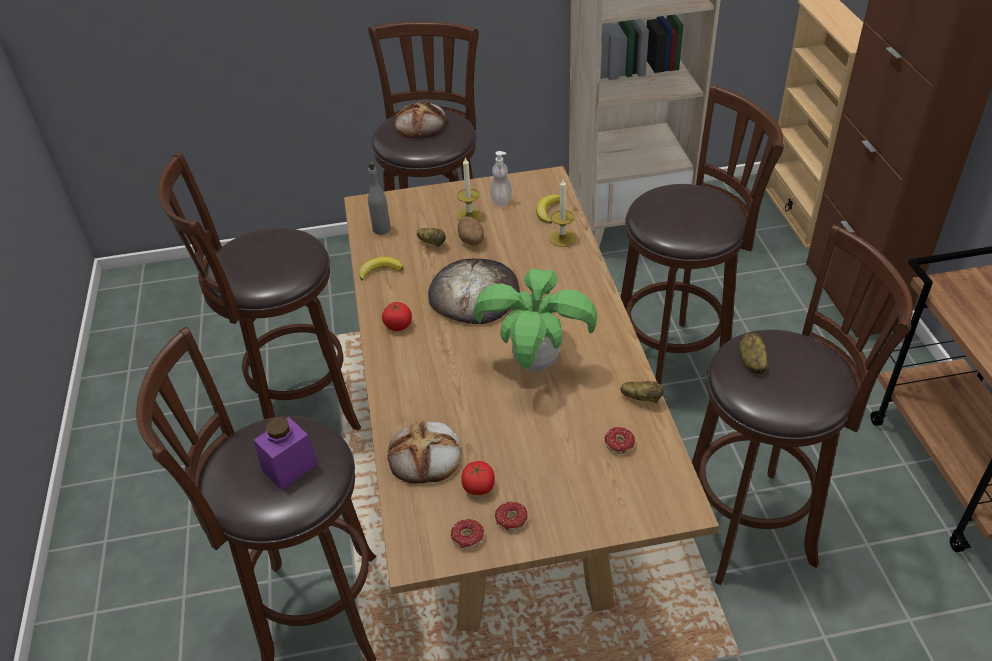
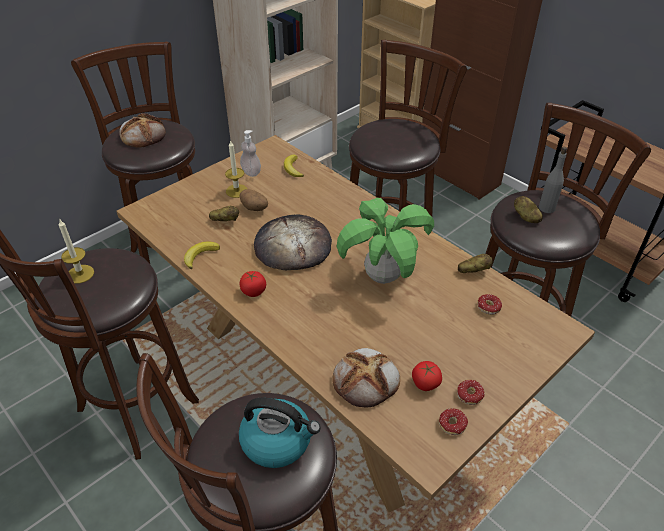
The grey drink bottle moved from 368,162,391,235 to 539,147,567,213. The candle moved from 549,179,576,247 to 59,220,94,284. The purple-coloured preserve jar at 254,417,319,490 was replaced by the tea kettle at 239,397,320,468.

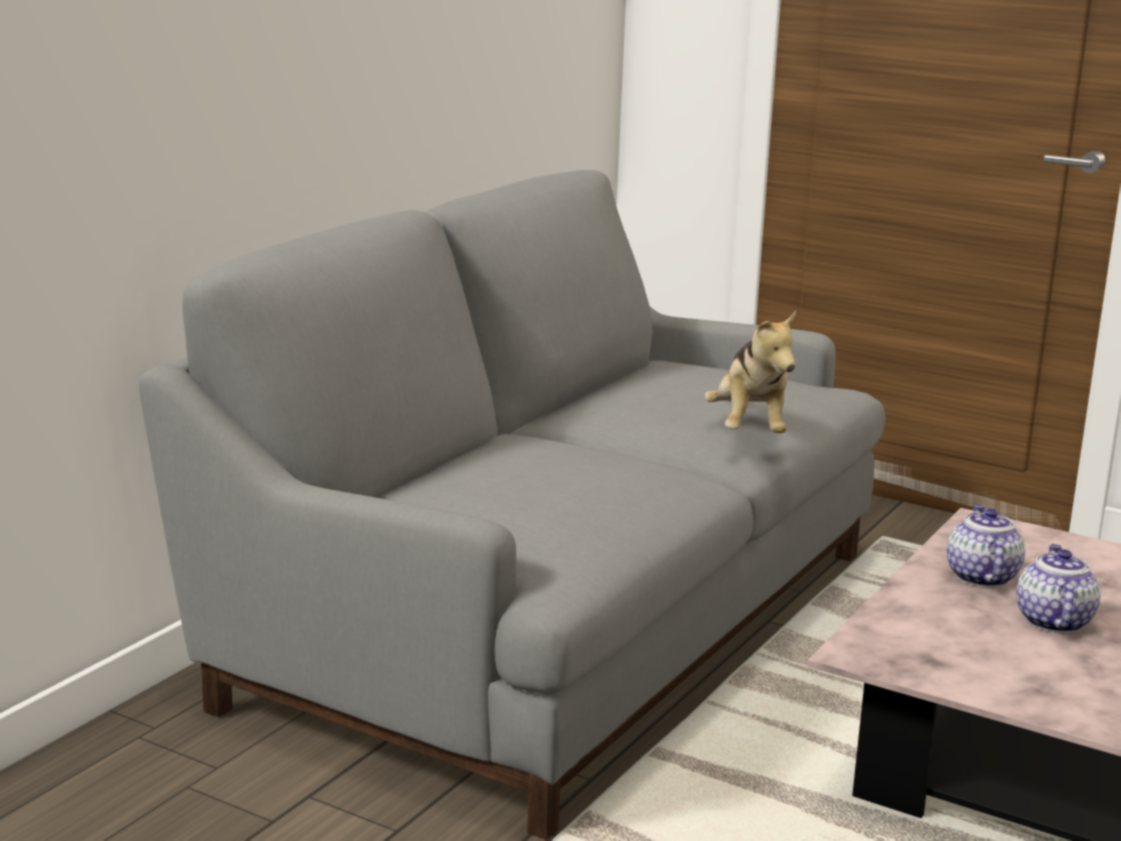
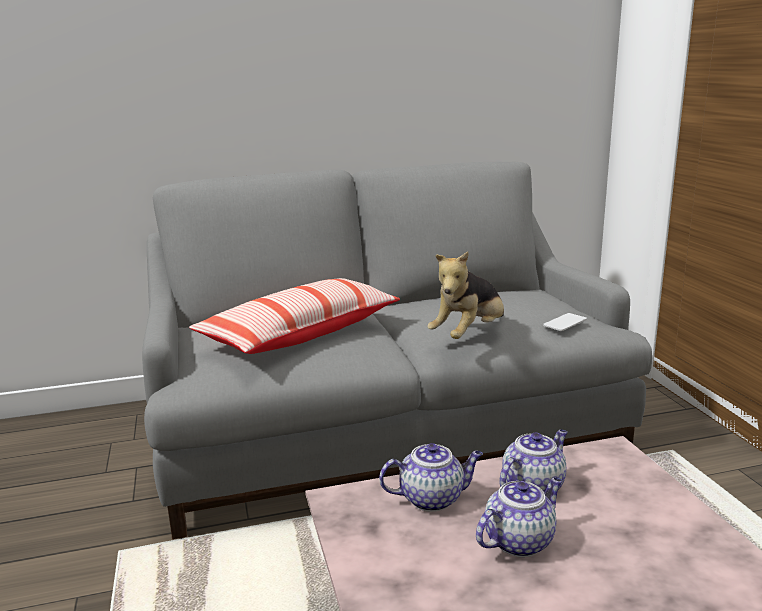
The cushion at 189,278,400,354 appeared. The pot for tea at 379,443,483,512 appeared. The phone at 543,313,587,331 appeared.

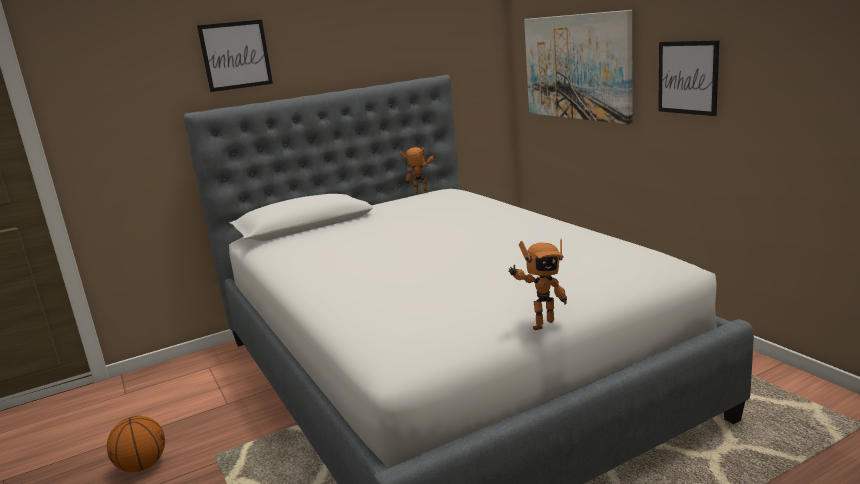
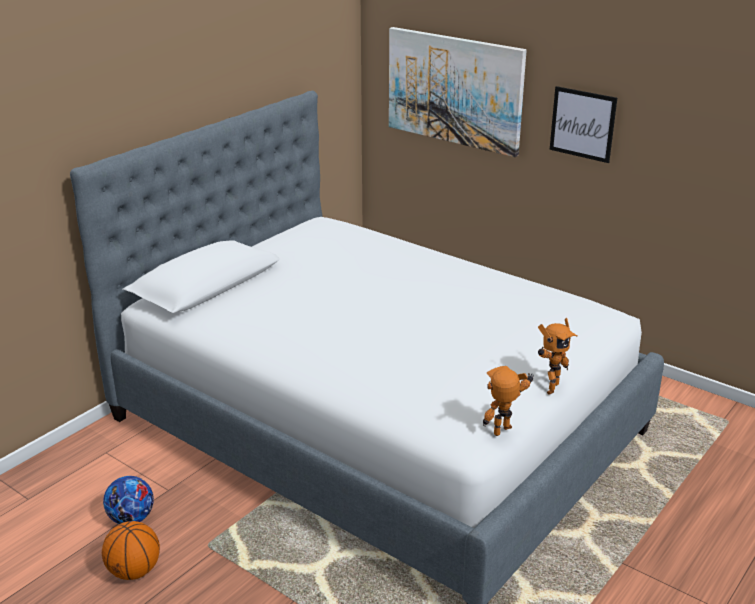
The wall picture at 197,20,273,92 disappeared. The ball for football at 103,476,154,524 appeared. The toy robot moved from 399,147,437,193 to 483,366,534,436.

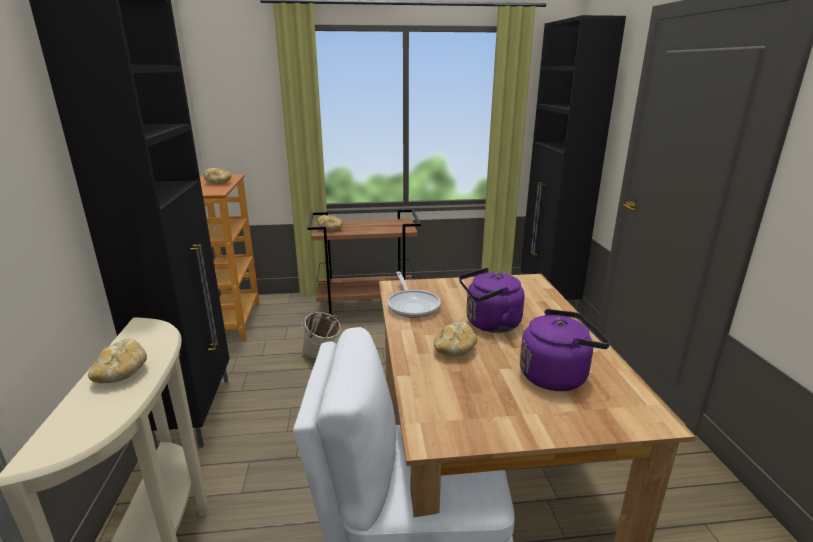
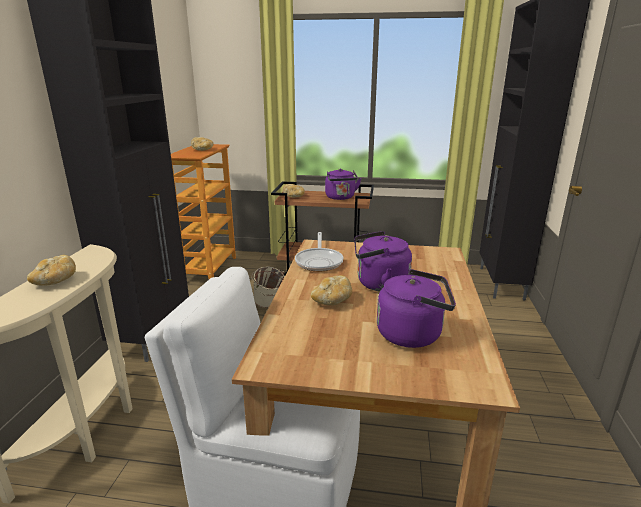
The purple-coloured tea kettle at 325,168,362,200 appeared.

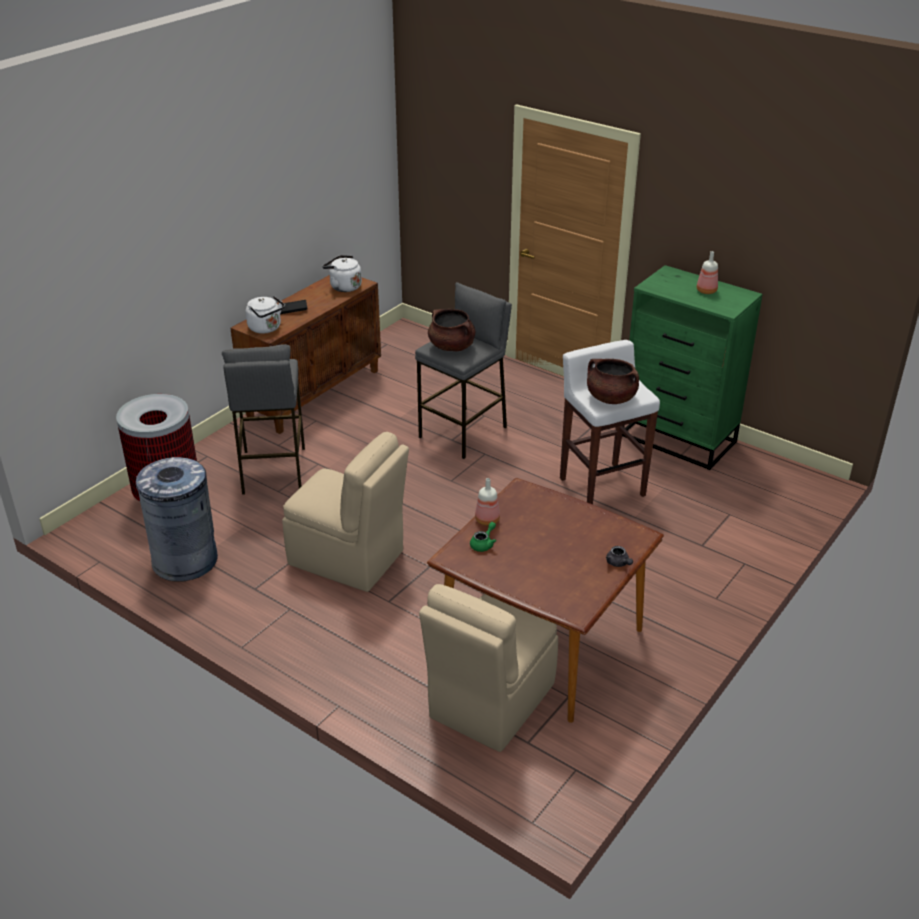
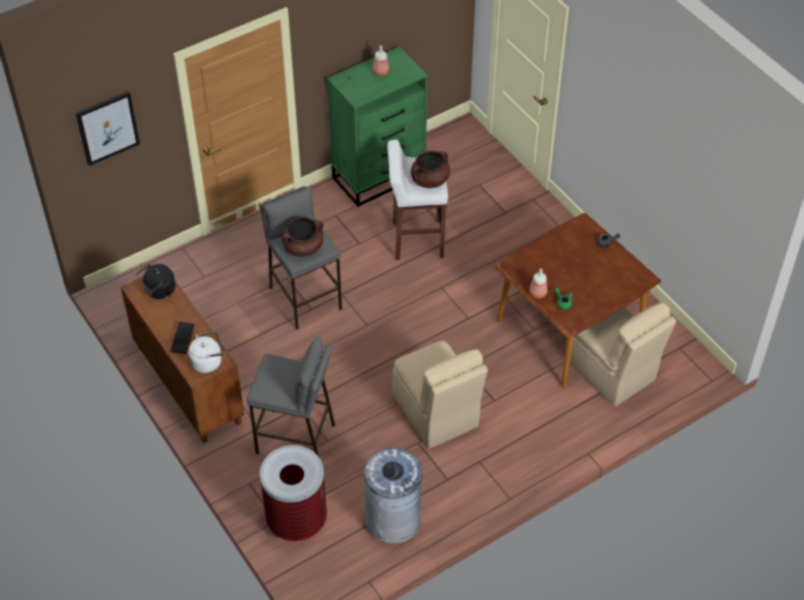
The wall picture at 76,91,140,166 appeared. The white-coloured tea kettle at 323,255,362,292 became the black-coloured tea kettle at 136,264,175,299. The sand-coloured plain chair at 282,432,409,592 turned 105 degrees clockwise.

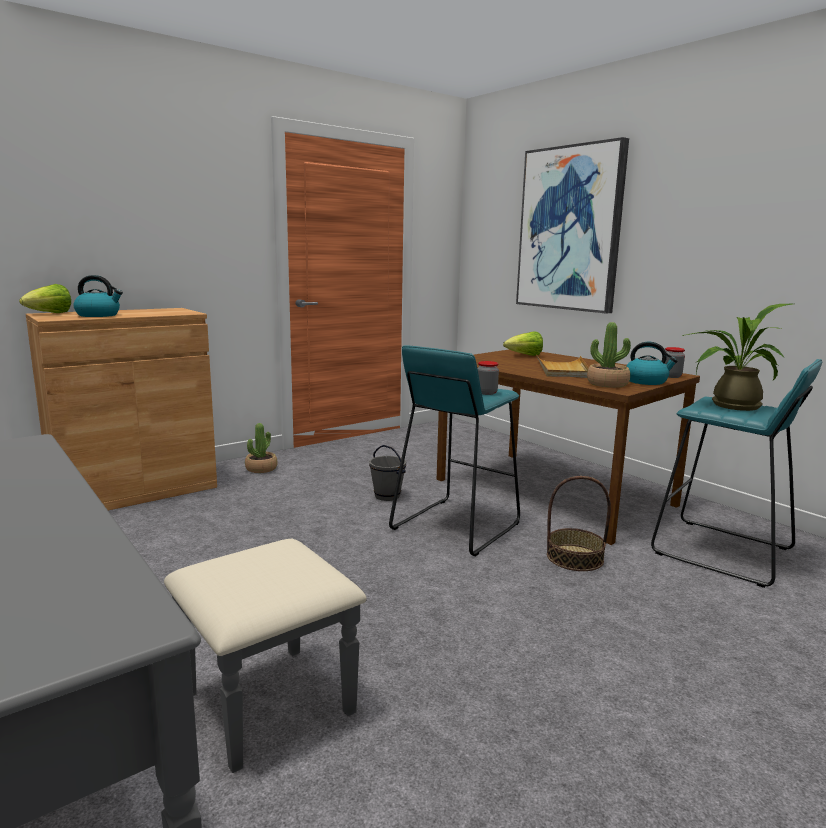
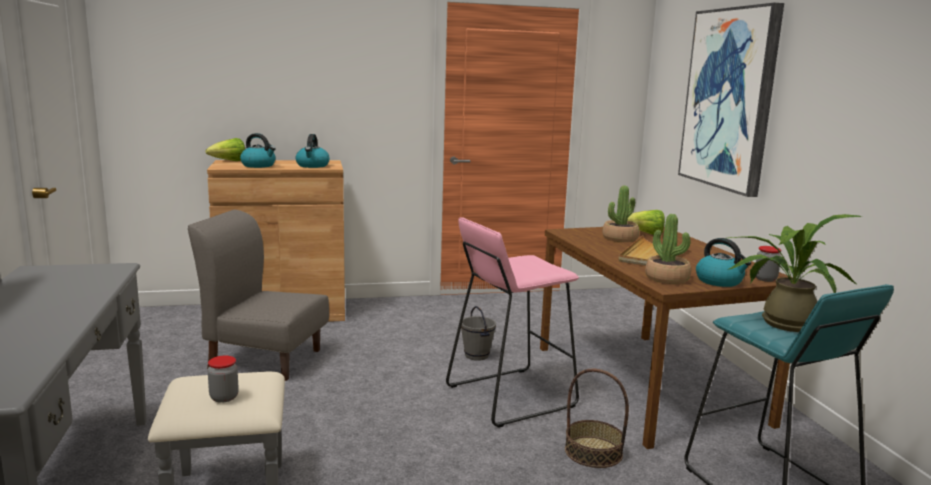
The grey plain chair at 188,210,329,381 appeared. The tea kettle at 295,134,330,168 appeared. The plant in a pot moved from 245,423,278,473 to 602,185,639,242. The preserve jar moved from 477,361,499,395 to 208,356,239,403. The turquoise-coloured sitting stool at 389,345,520,557 became the pink-coloured sitting stool at 446,217,579,428.

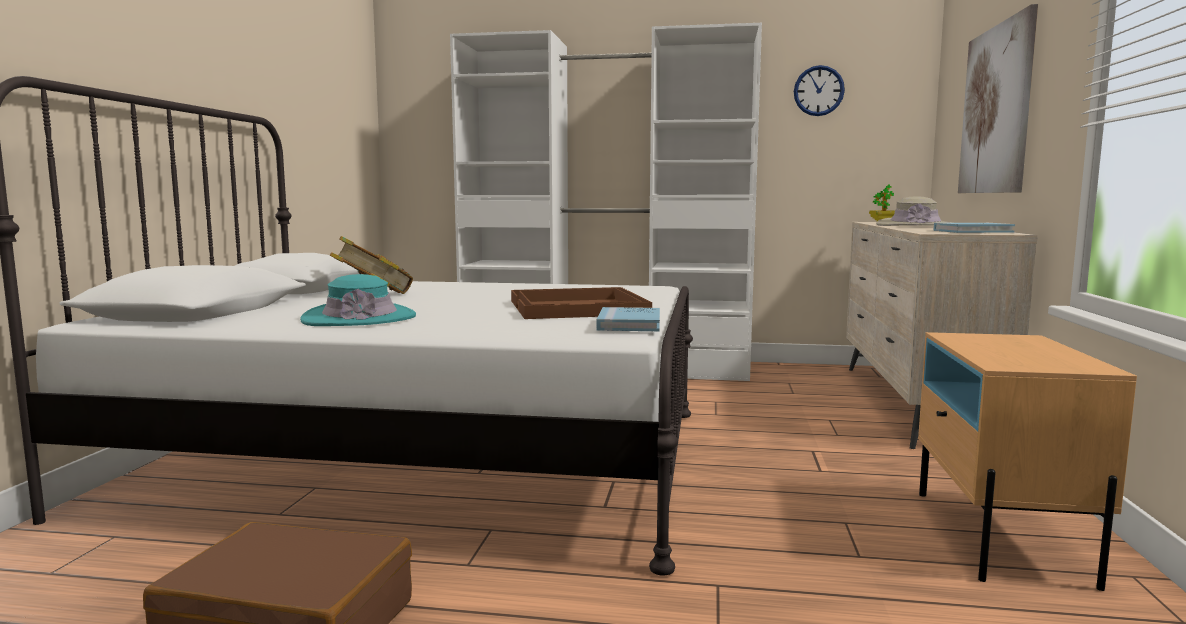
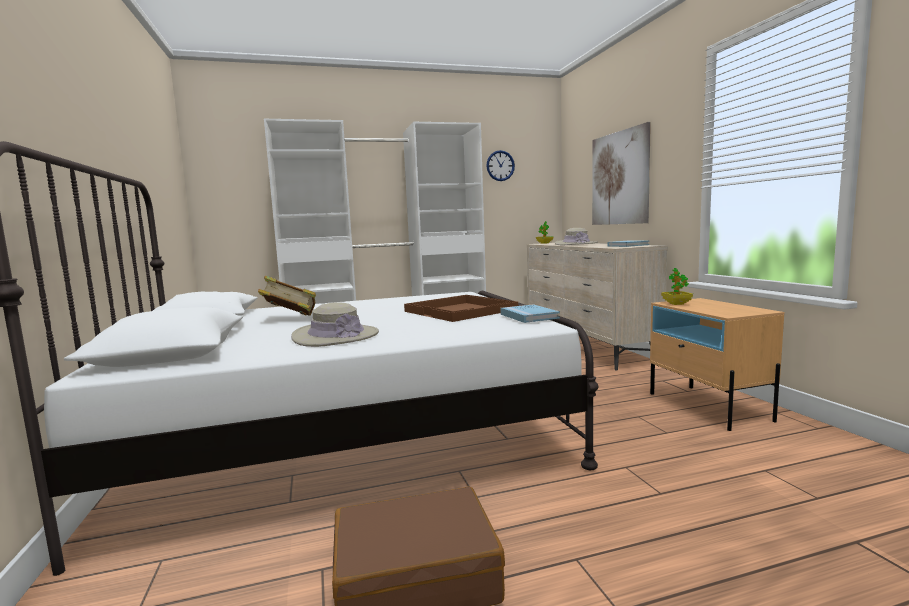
The plant in a pot at 661,268,693,305 appeared. The turquoise-coloured hat at 300,274,416,326 became the sand-coloured hat at 291,302,379,347.

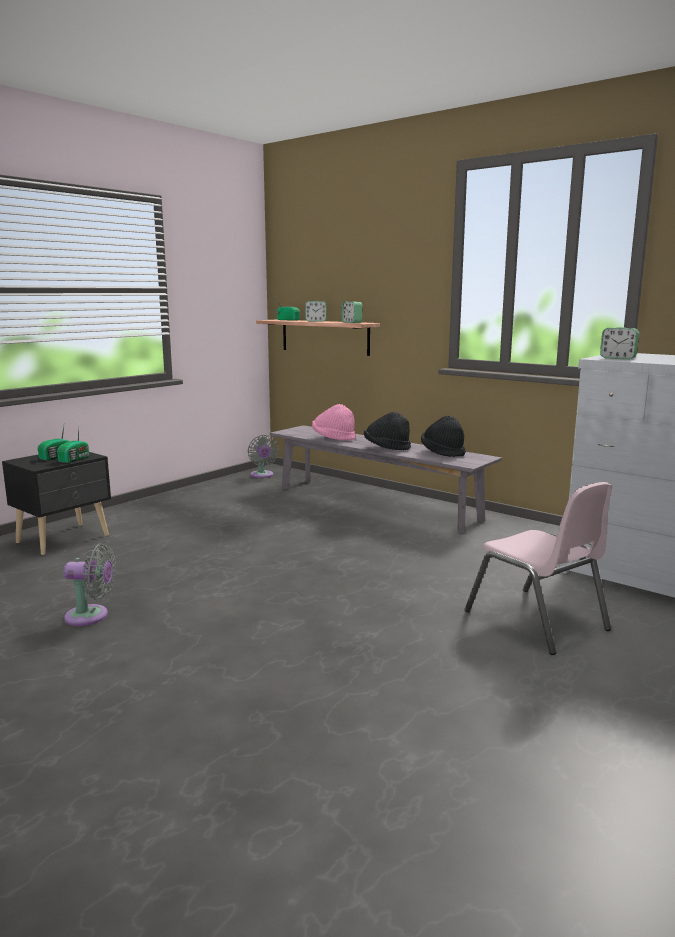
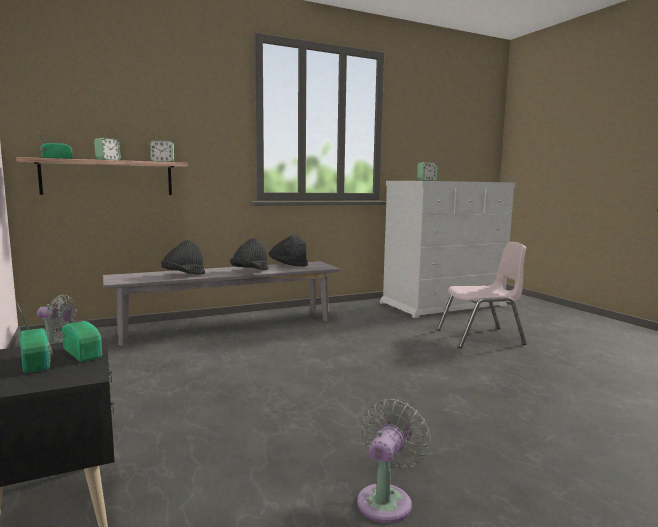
The pink-coloured hat at 312,404,356,441 became the black-coloured hat at 161,240,205,274.

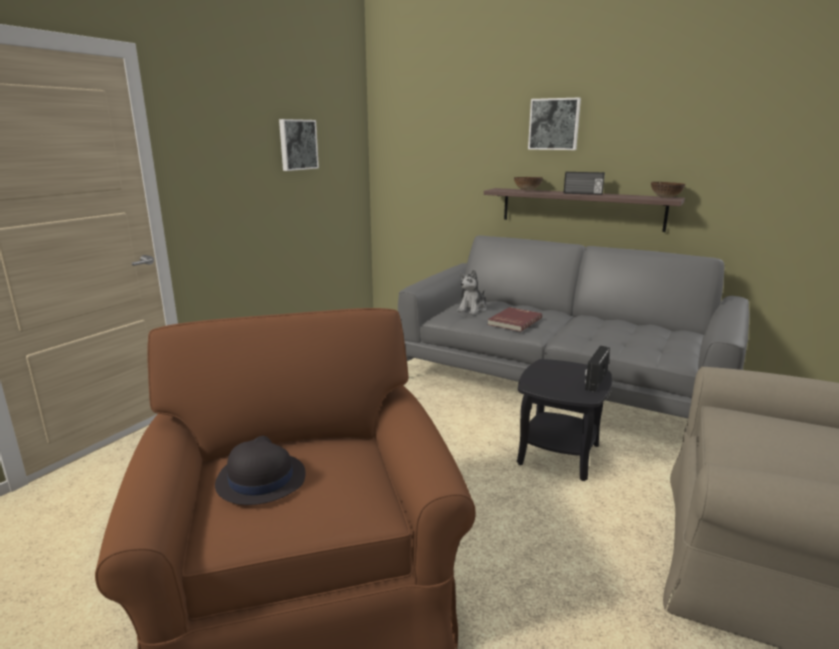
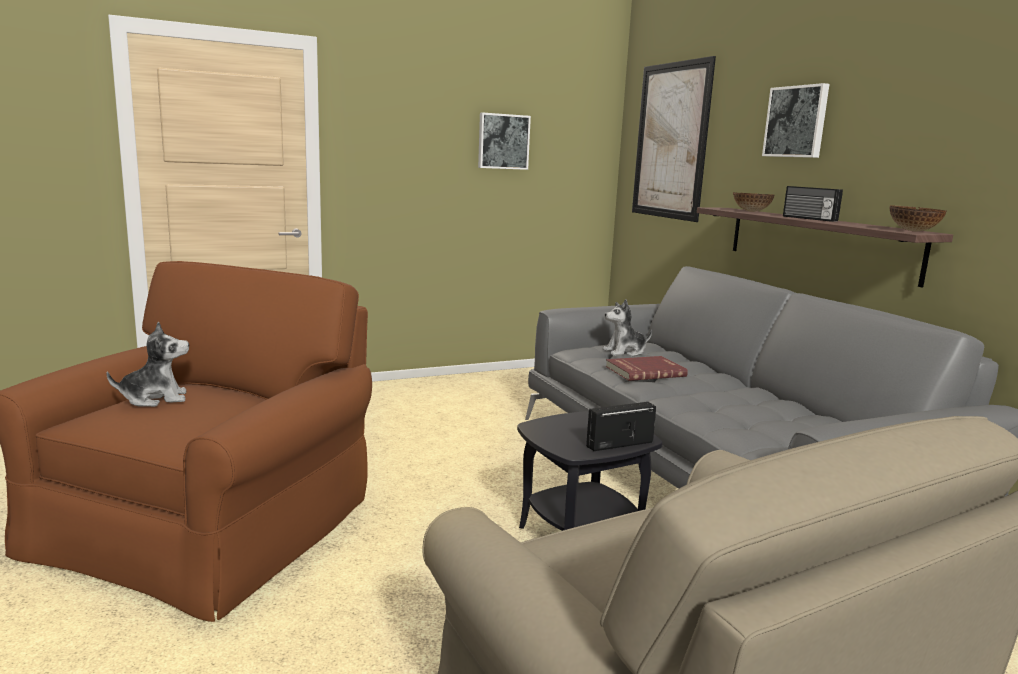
The wall picture at 632,56,716,222 appeared. The black-coloured hat at 215,436,305,505 was replaced by the cuddly toy at 106,321,189,407.

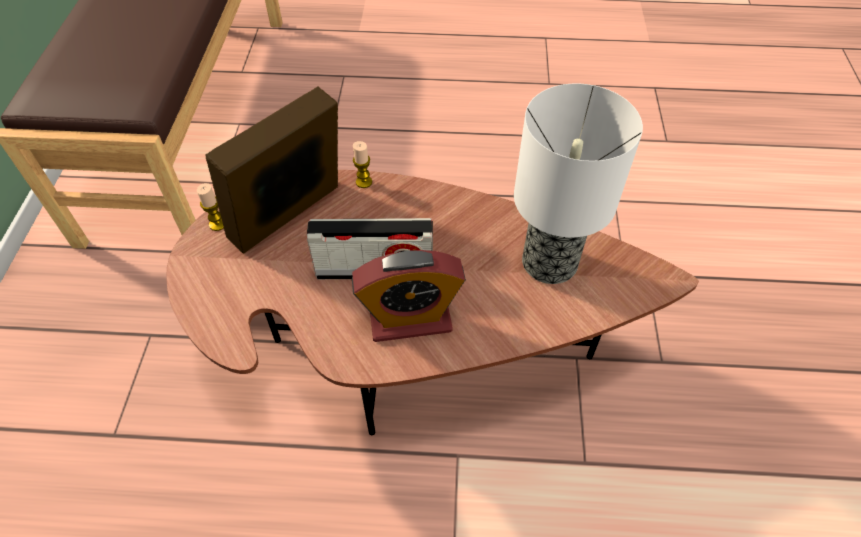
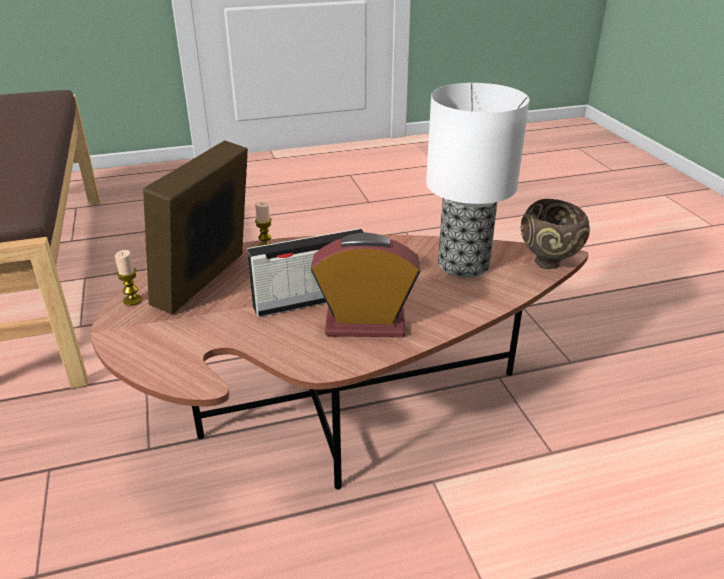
The brown serving bowl at 521,199,590,269 appeared. The alarm clock at 352,250,466,342 turned 150 degrees counterclockwise.

